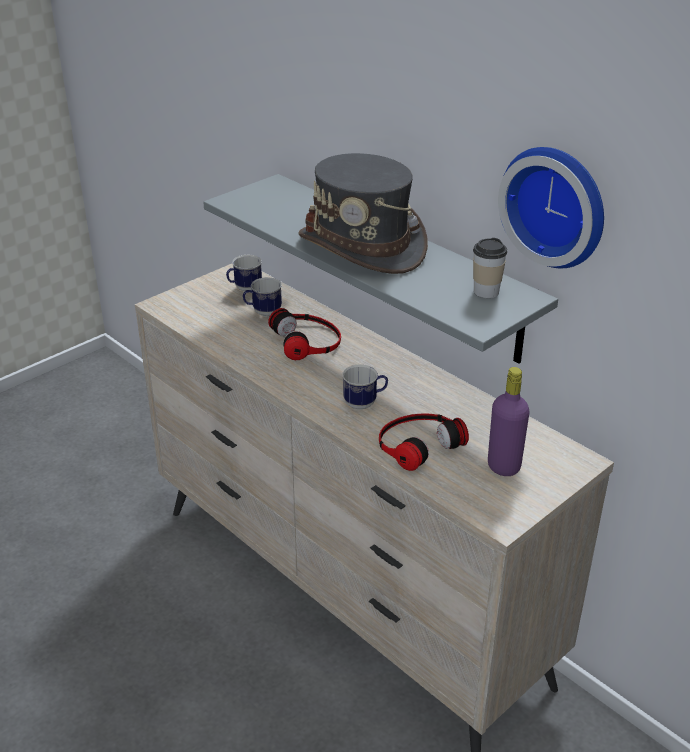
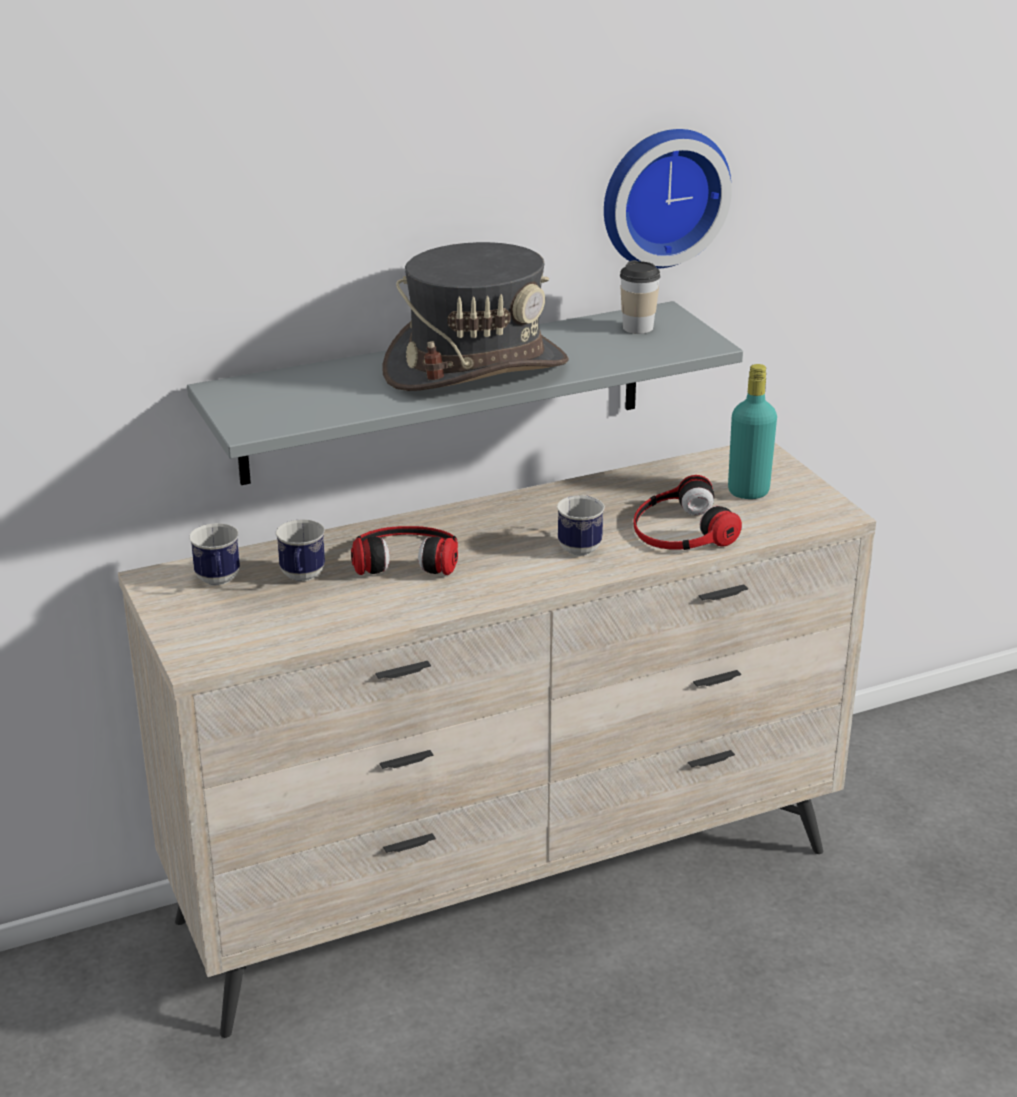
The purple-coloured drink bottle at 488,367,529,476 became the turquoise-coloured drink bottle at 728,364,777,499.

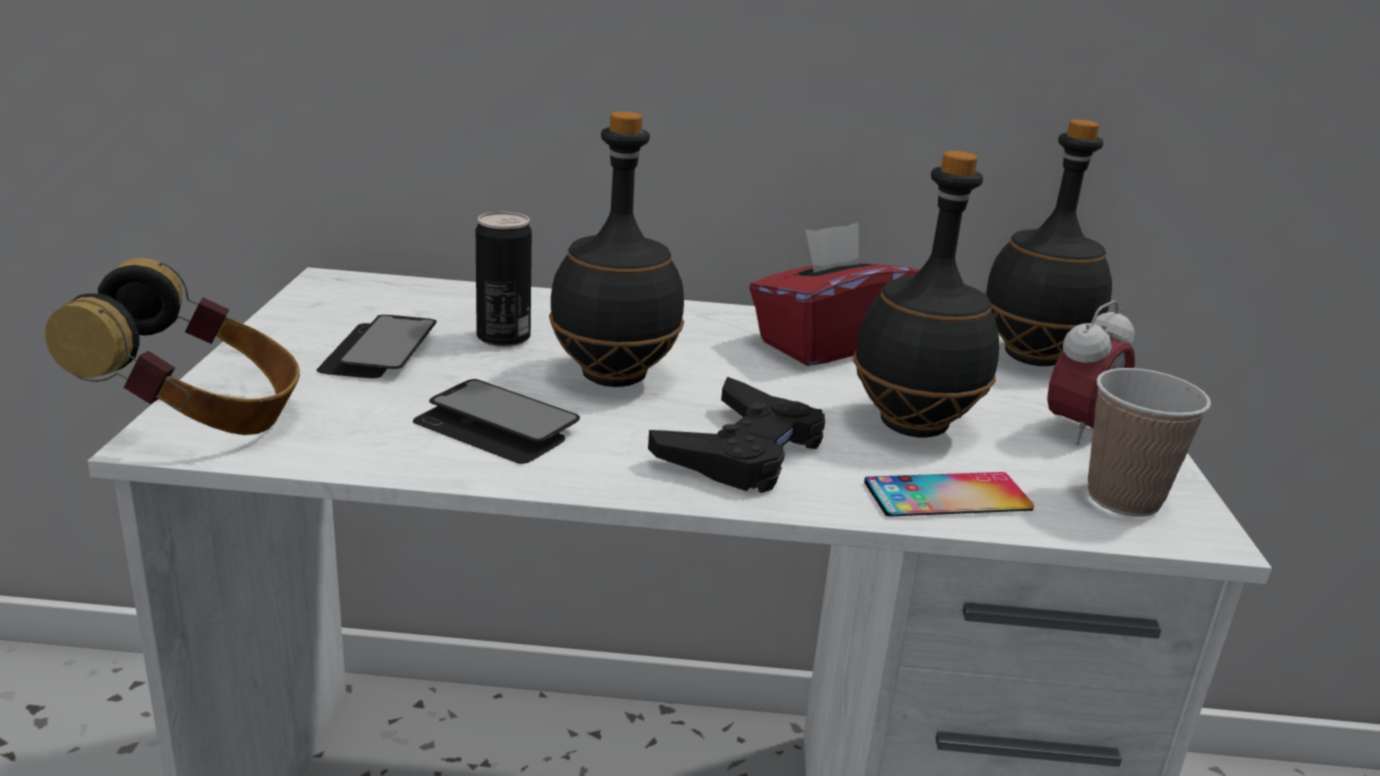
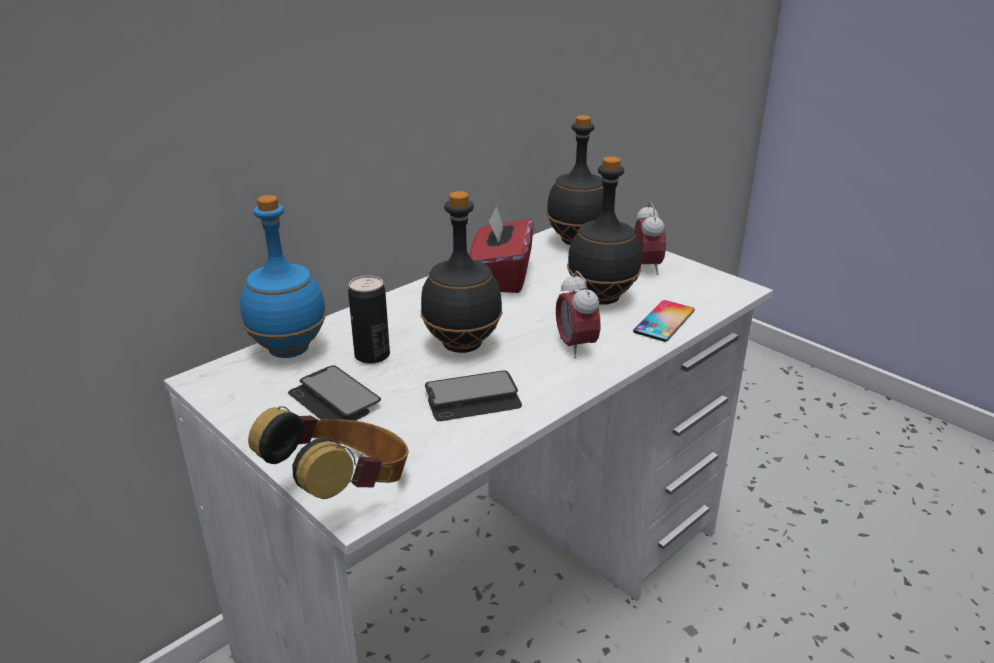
The drinking cup at 1088,368,1211,517 disappeared. The blue drink bottle at 240,195,327,358 appeared. The black-coloured game controller at 648,377,825,493 was replaced by the alarm clock at 556,271,600,358.

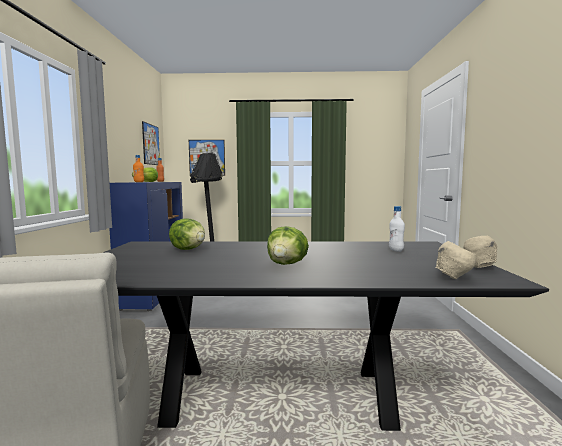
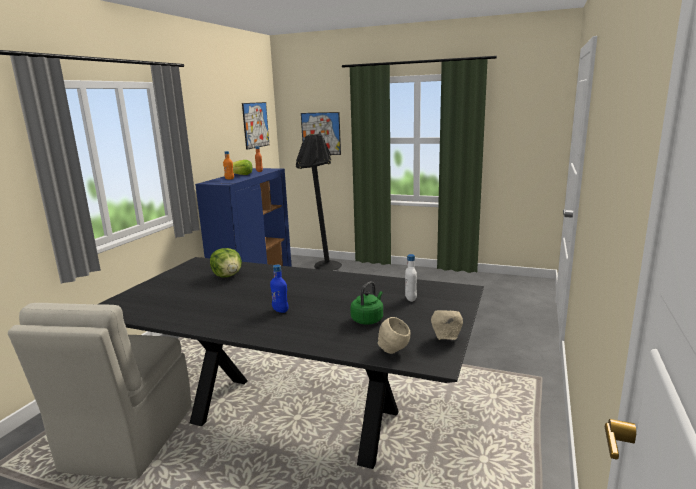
The green tea kettle at 350,281,383,325 appeared. The head of lettuce at 267,226,309,265 was replaced by the blue drink bottle at 270,265,289,313.

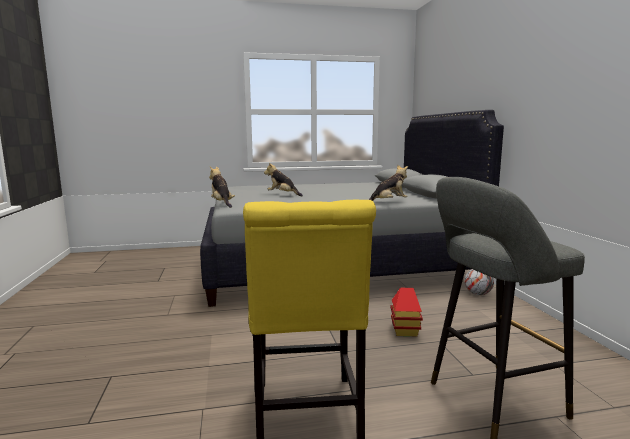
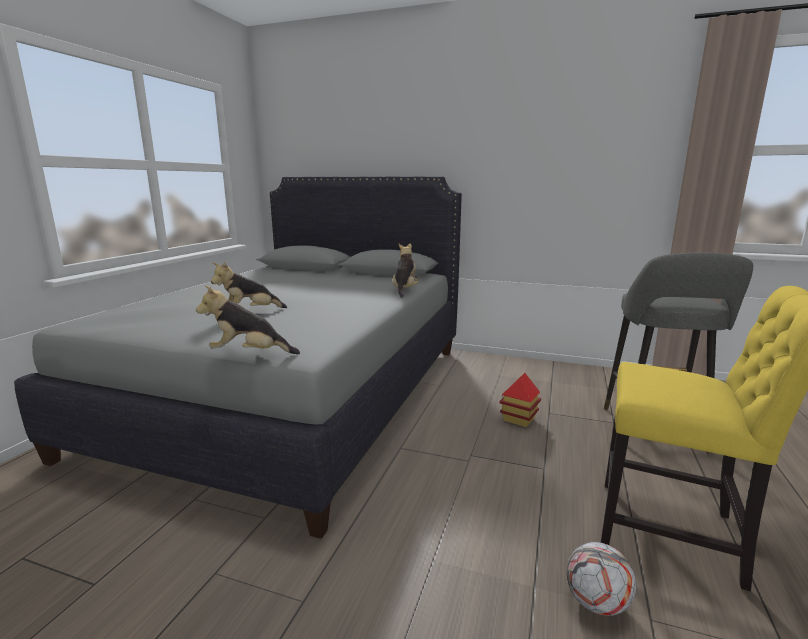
The ball for football moved from 464,269,494,295 to 566,542,636,616.

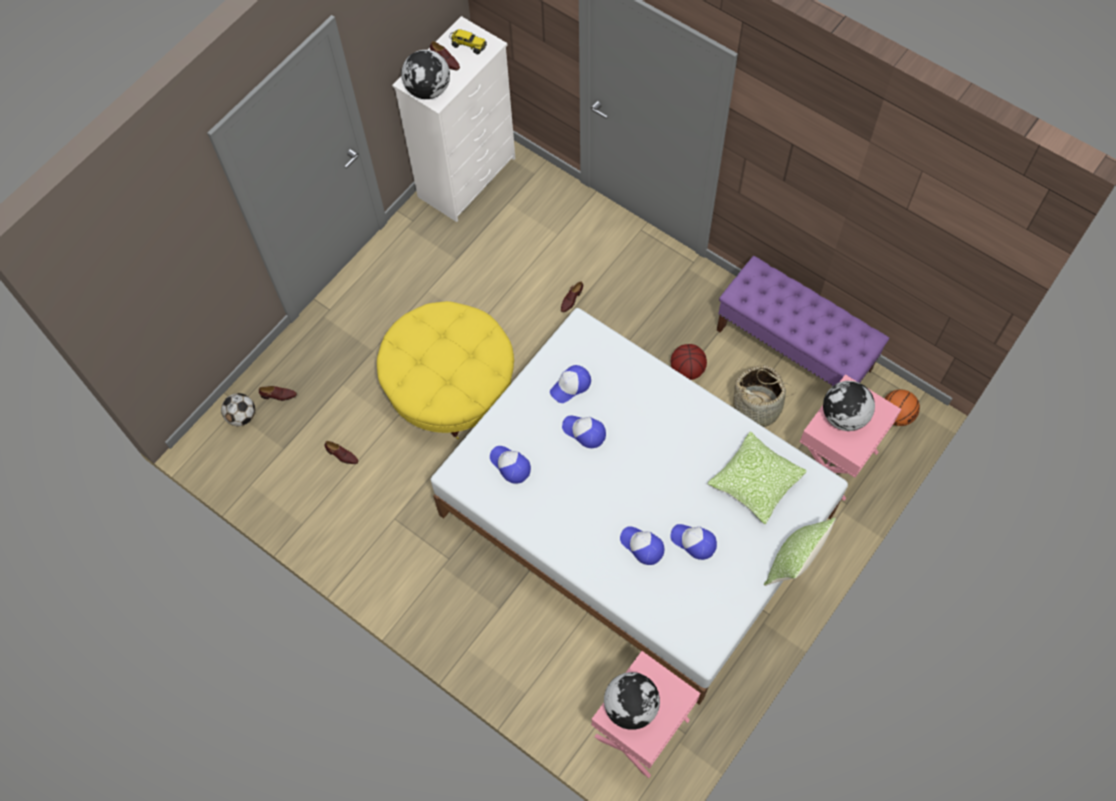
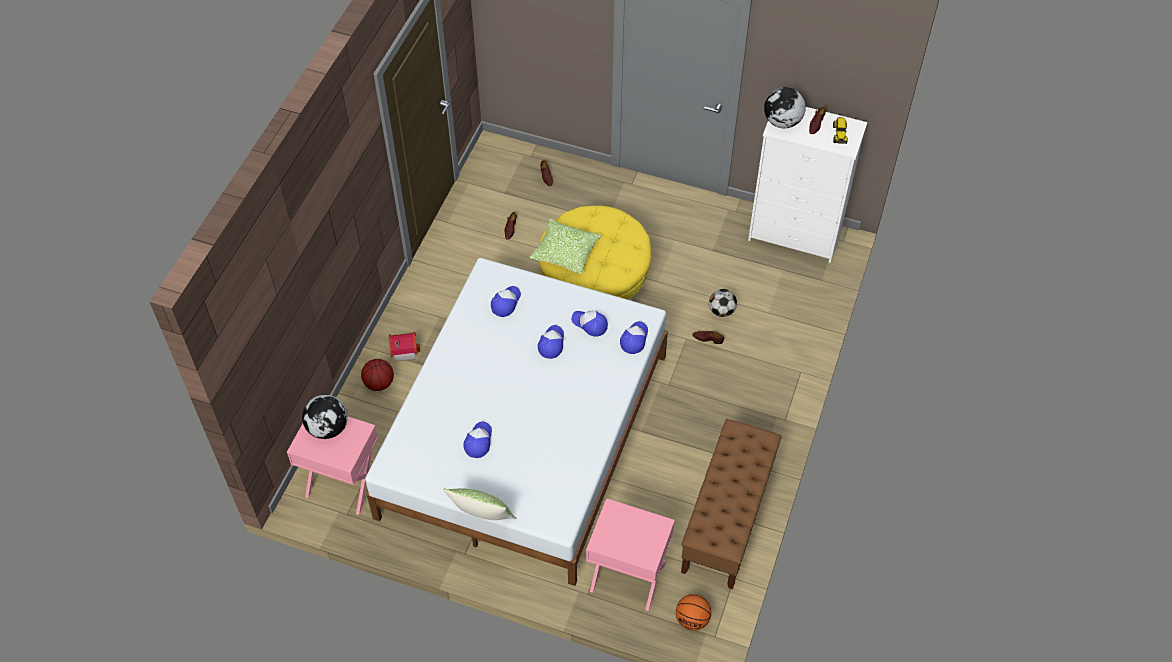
The basket at 733,365,796,427 disappeared. The world globe at 823,381,875,431 disappeared. The model house at 389,332,420,362 appeared. The ball for football moved from 221,393,255,426 to 709,289,737,317. The cap moved from 620,526,664,565 to 620,321,648,354. The basketball ball moved from 671,344,707,380 to 361,359,394,391. The cushion moved from 707,431,807,524 to 529,219,602,274. The purple-coloured long seat at 717,256,889,386 became the brown long seat at 681,419,781,589.

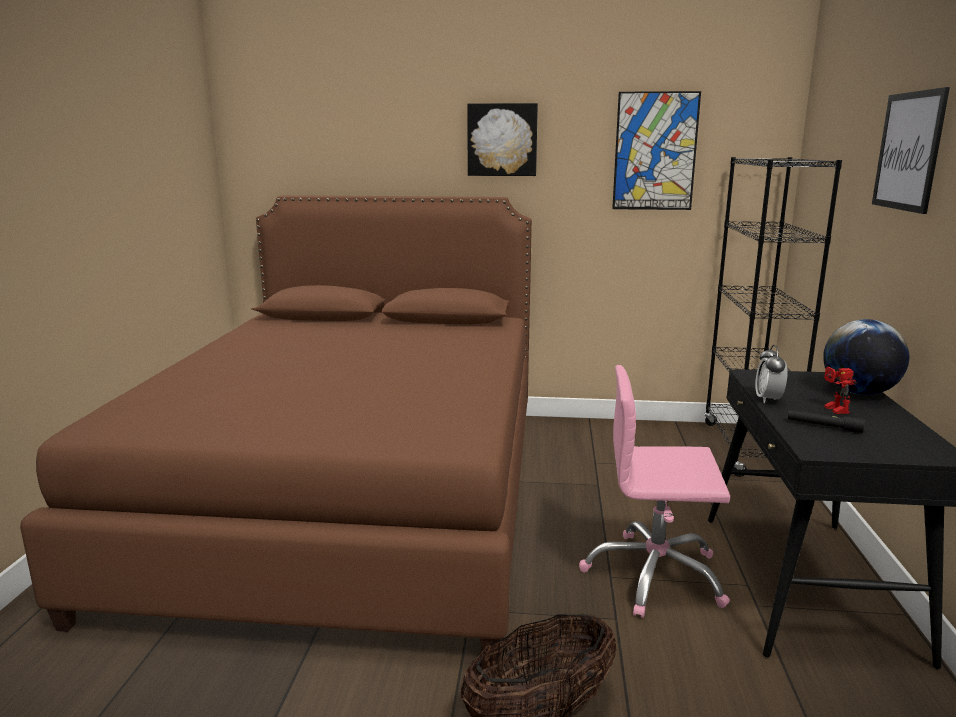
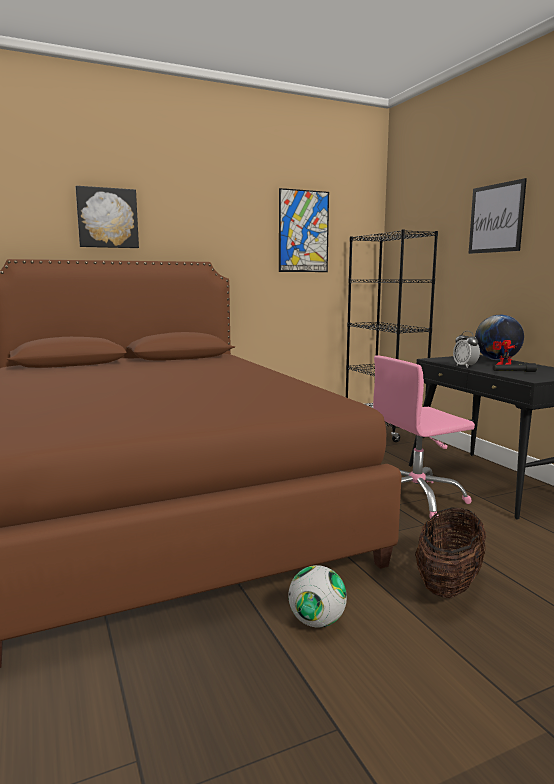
The ball for football at 288,565,347,628 appeared. The wall picture moved from 467,103,538,176 to 75,186,139,248.

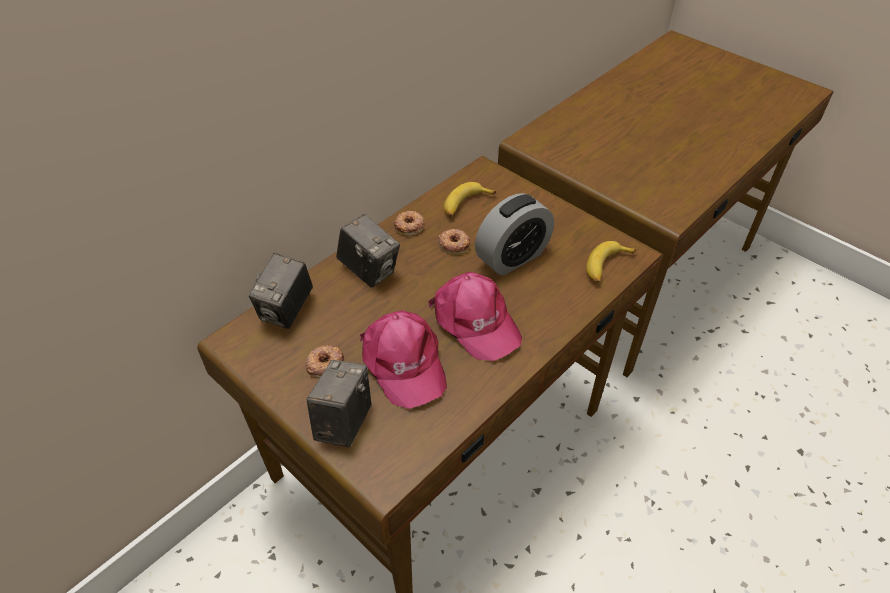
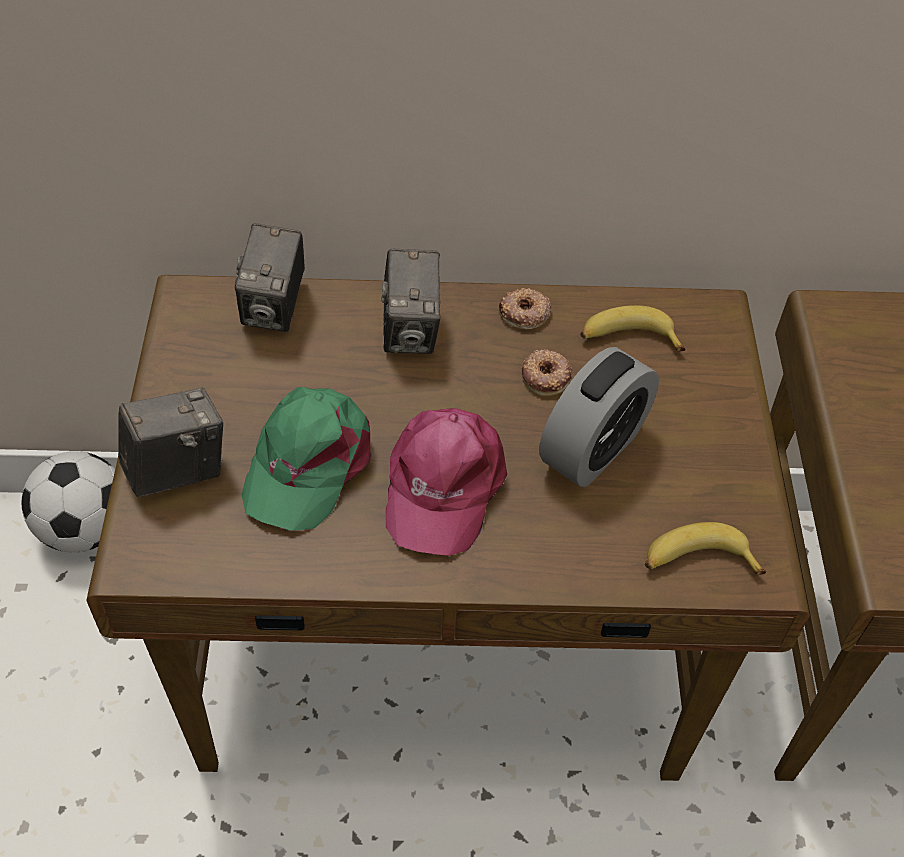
The doughnut at 305,345,345,378 disappeared. The ball for football at 22,451,115,552 appeared. The pink-coloured cap at 360,310,447,409 became the green cap at 242,387,371,531. The photo camera at 249,252,313,329 turned 60 degrees counterclockwise. The alarm clock at 475,193,554,276 turned 60 degrees counterclockwise.

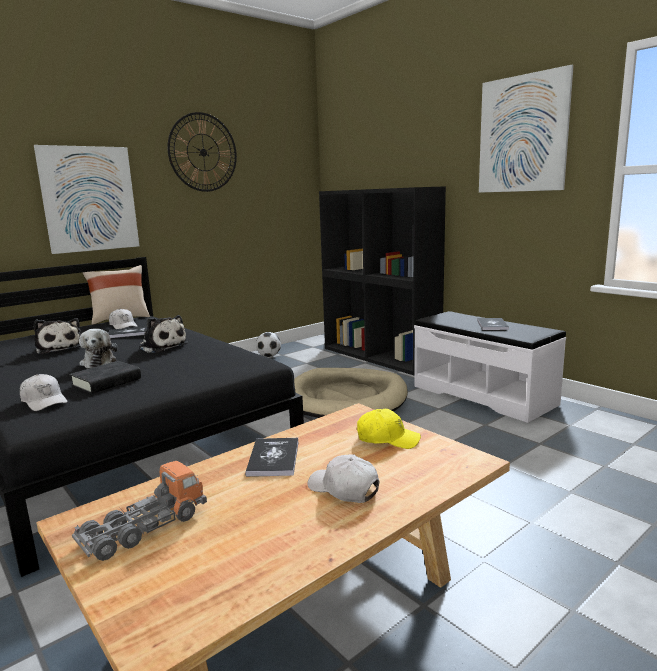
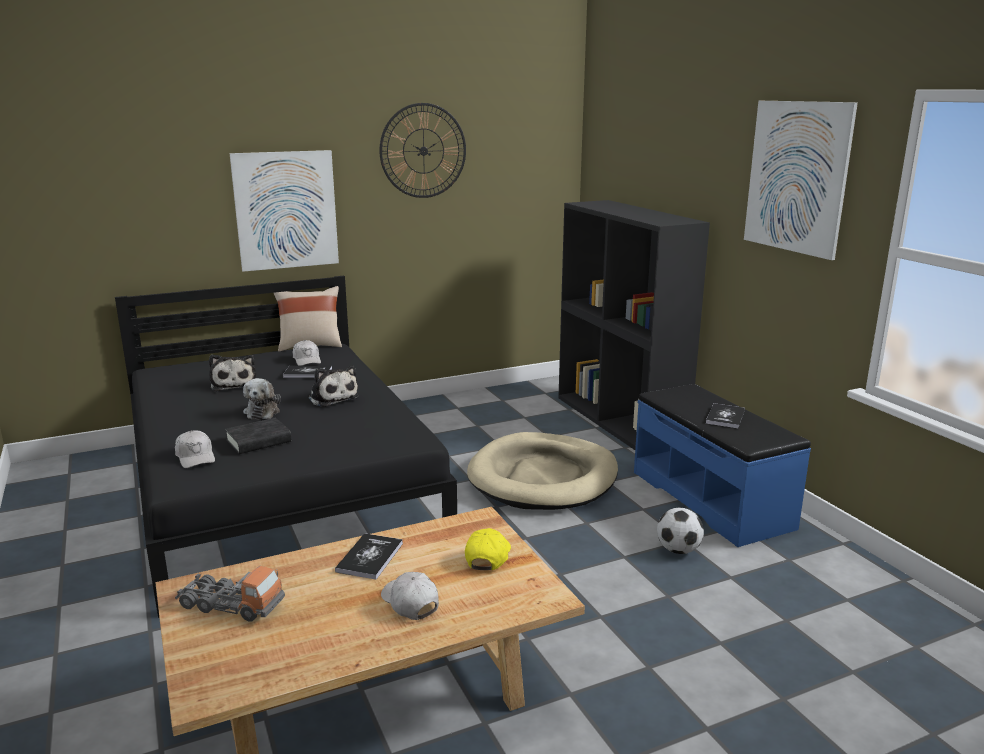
The ball for football moved from 256,332,281,357 to 657,508,704,554. The white-coloured long seat at 414,311,566,423 became the blue long seat at 634,384,811,547. The toy lorry at 72,461,207,561 turned 45 degrees clockwise. The yellowish cap at 357,409,421,449 turned 105 degrees counterclockwise.

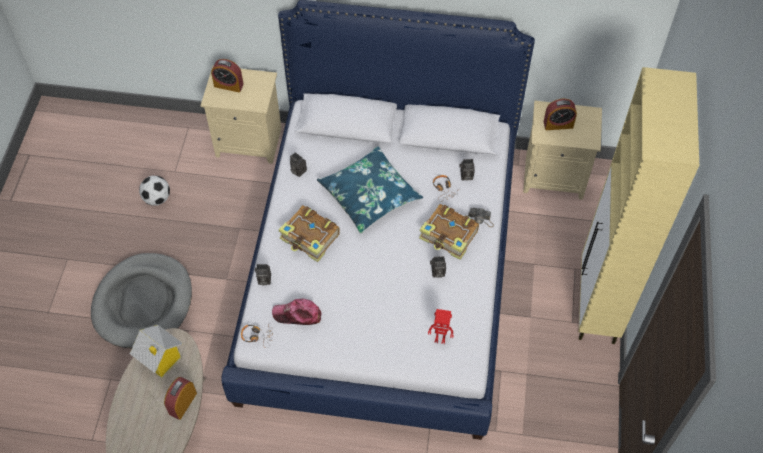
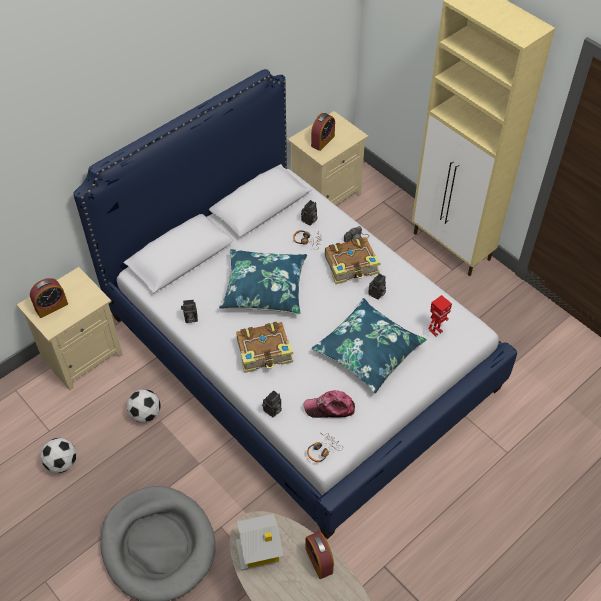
The ball for football at 127,389,161,423 appeared. The blue cushion at 311,298,427,394 appeared. The cap at 272,299,321,325 turned 45 degrees clockwise.

